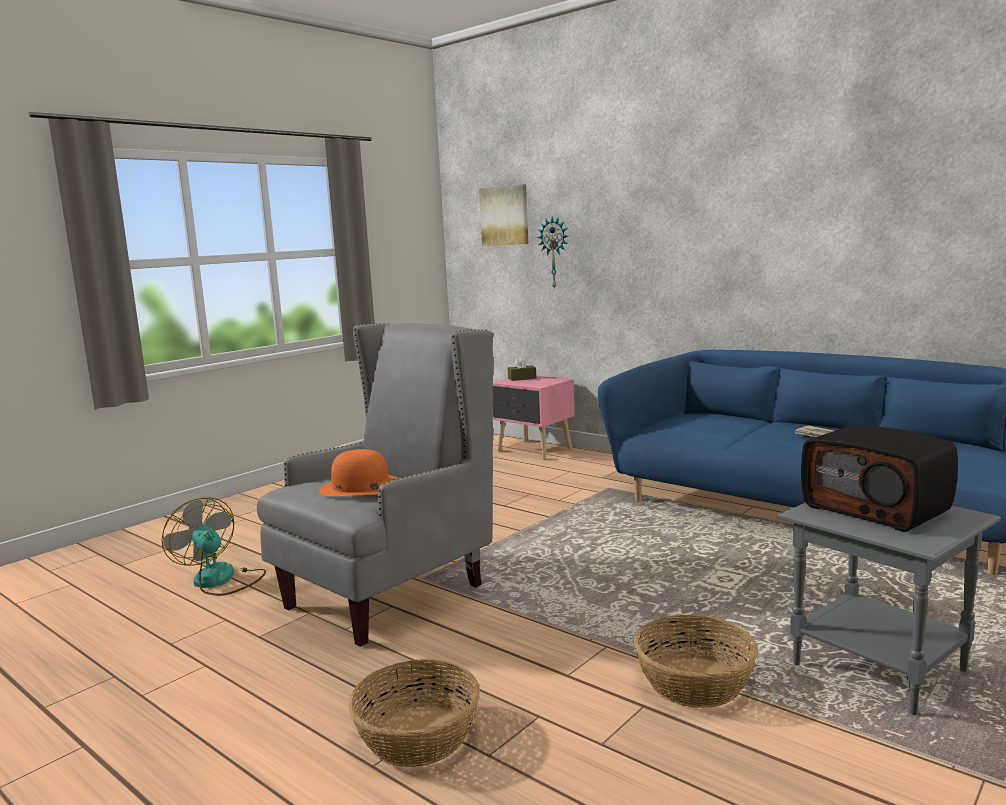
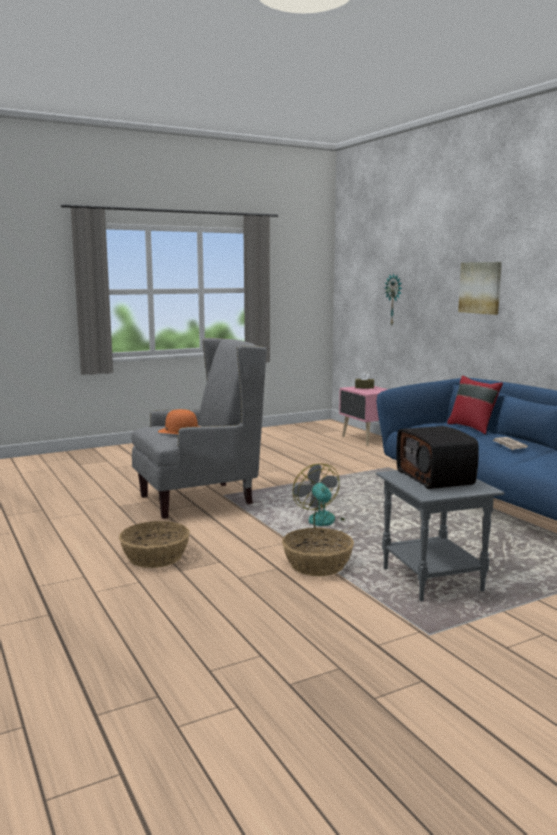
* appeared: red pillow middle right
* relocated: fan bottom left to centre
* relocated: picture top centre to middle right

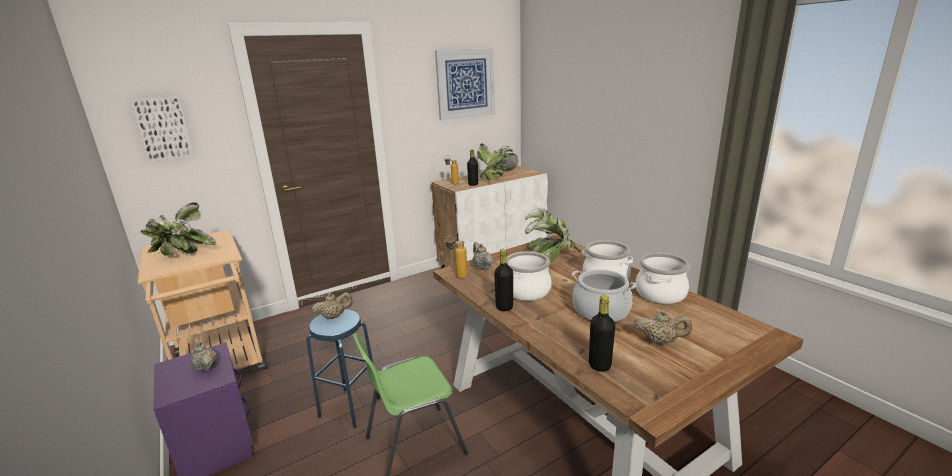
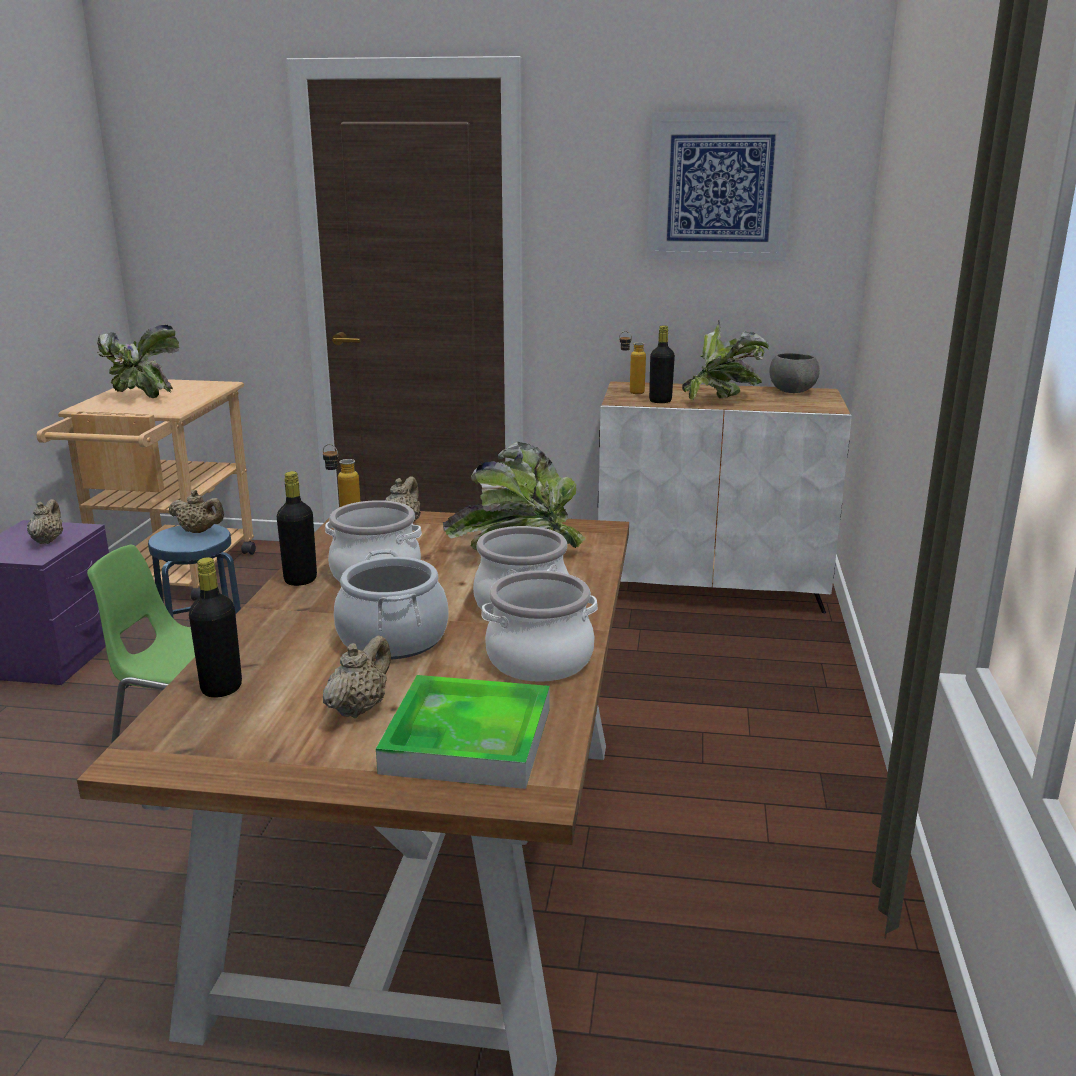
* missing: picture (no. 1 from left) top left
* appeared: tray bottom centre
* spun: beige teapot (no. 4 from left in the first image) bottom right = middle left 120 degrees counterclockwise

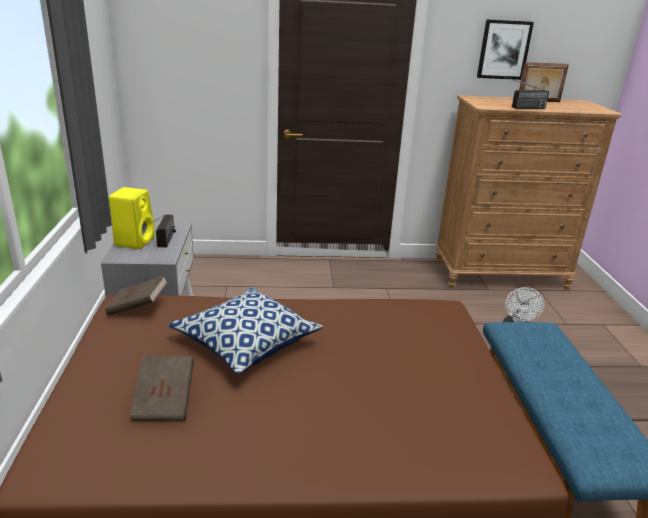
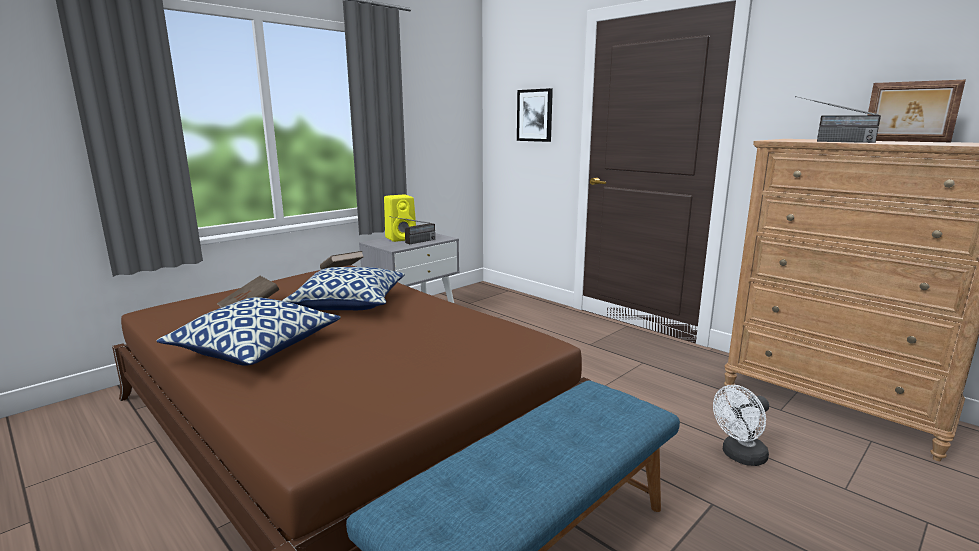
* appeared: pillow (no. 1 from left) middle left
* relocated: picture top right to top centre

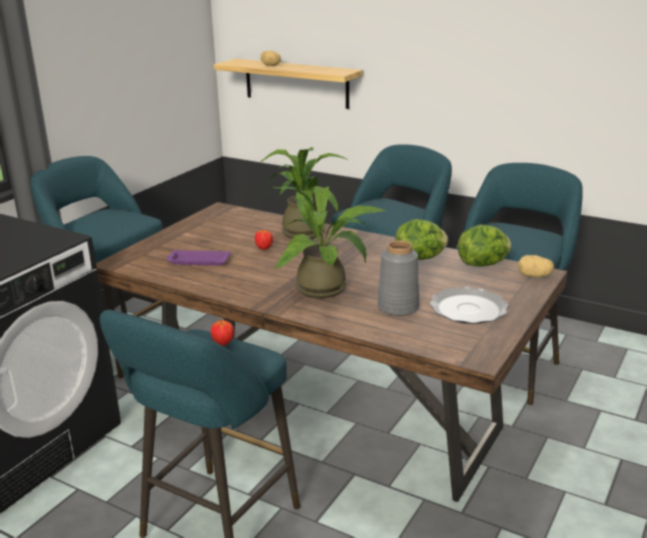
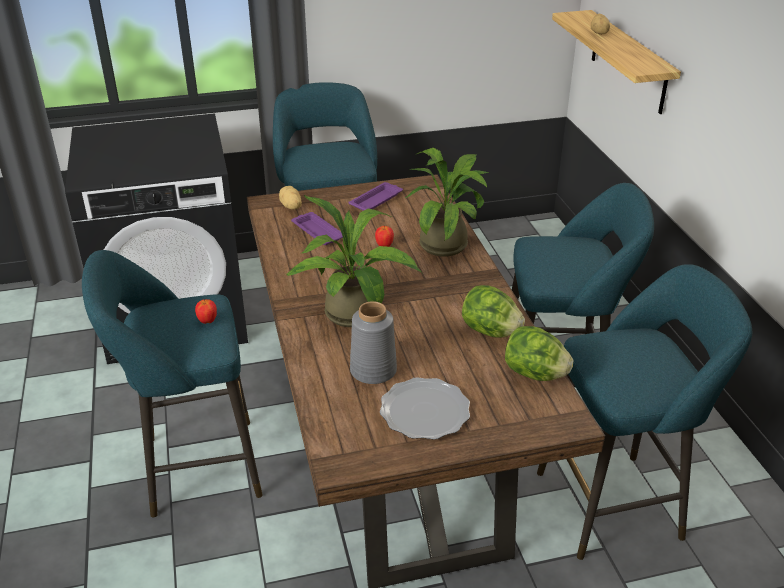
* appeared: purple tray (no. 2 from left) centre
* relocated: potato (no. 2 from left in the first image) middle right to potato (no. 1 from left) centre

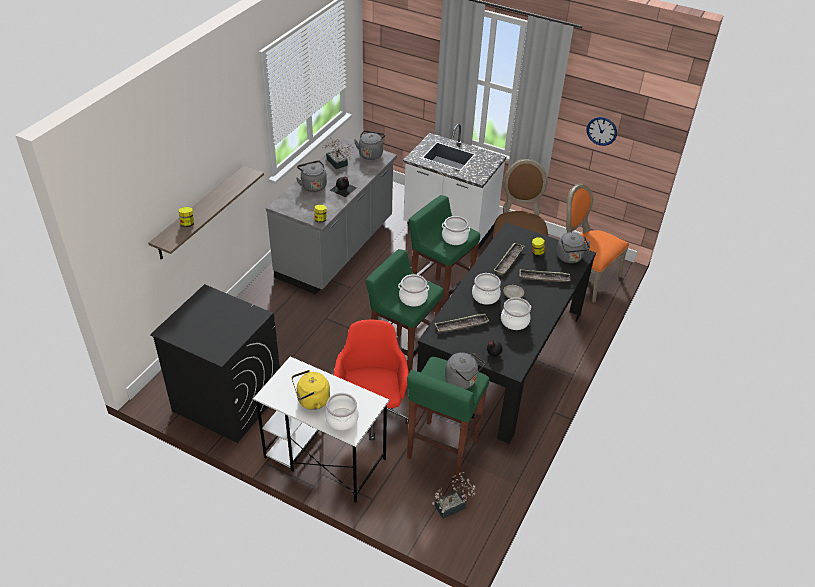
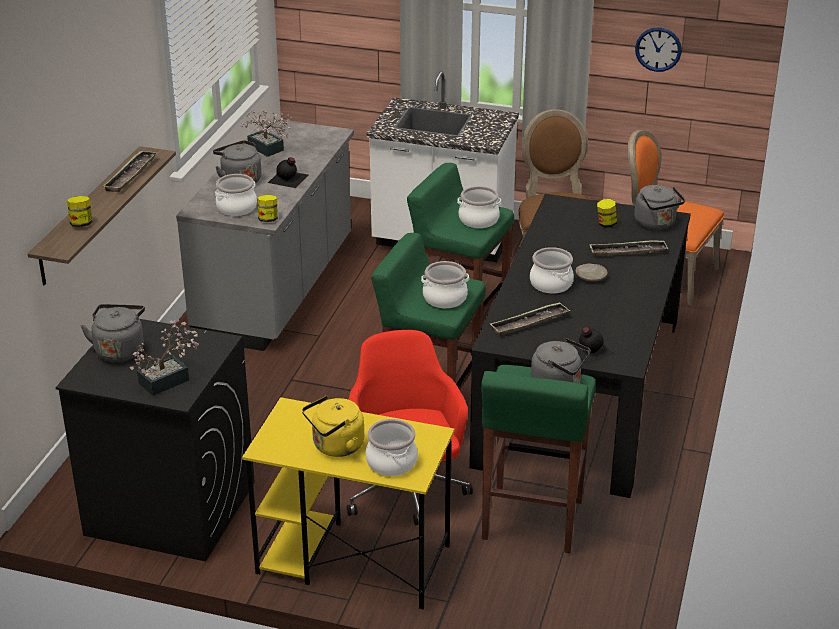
* relocated: grey kettle (no. 2 from left in the first image) top centre to grey kettle (no. 1 from left) middle left
* relocated: potted plant (no. 2 from left in the first image) bottom centre to potted plant (no. 1 from left) middle left
* relocated: tray (no. 2 from left in the first image) centre to tray (no. 1 from left) top left
* relocated: cooking pot (no. 5 from left in the first image) centre to cooking pot (no. 1 from left) top left
* colour: white desk bottom centre to yellow desk bottom centre

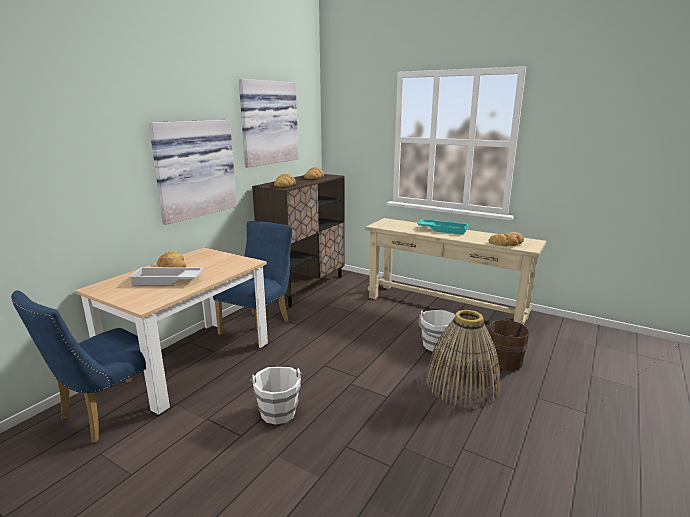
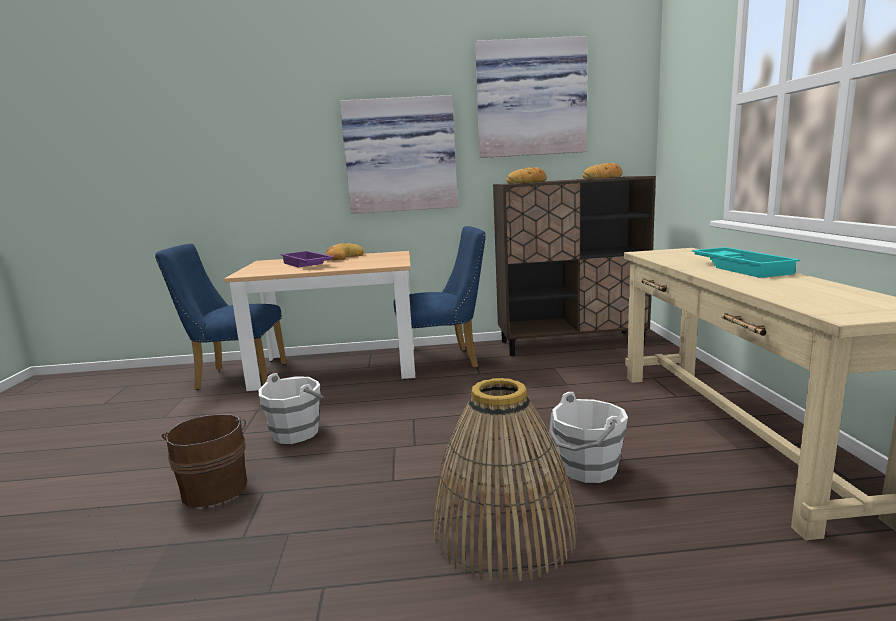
* missing: bread (no. 4 from left) middle right
* relocated: brown bucket middle right to bottom left
* colour: white tray middle left to purple tray centre

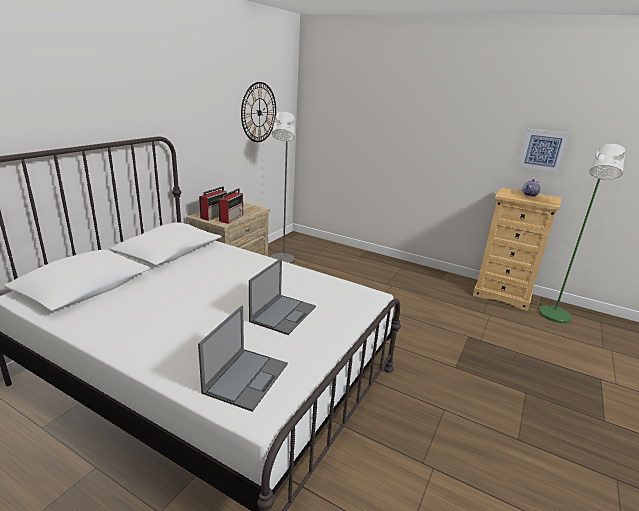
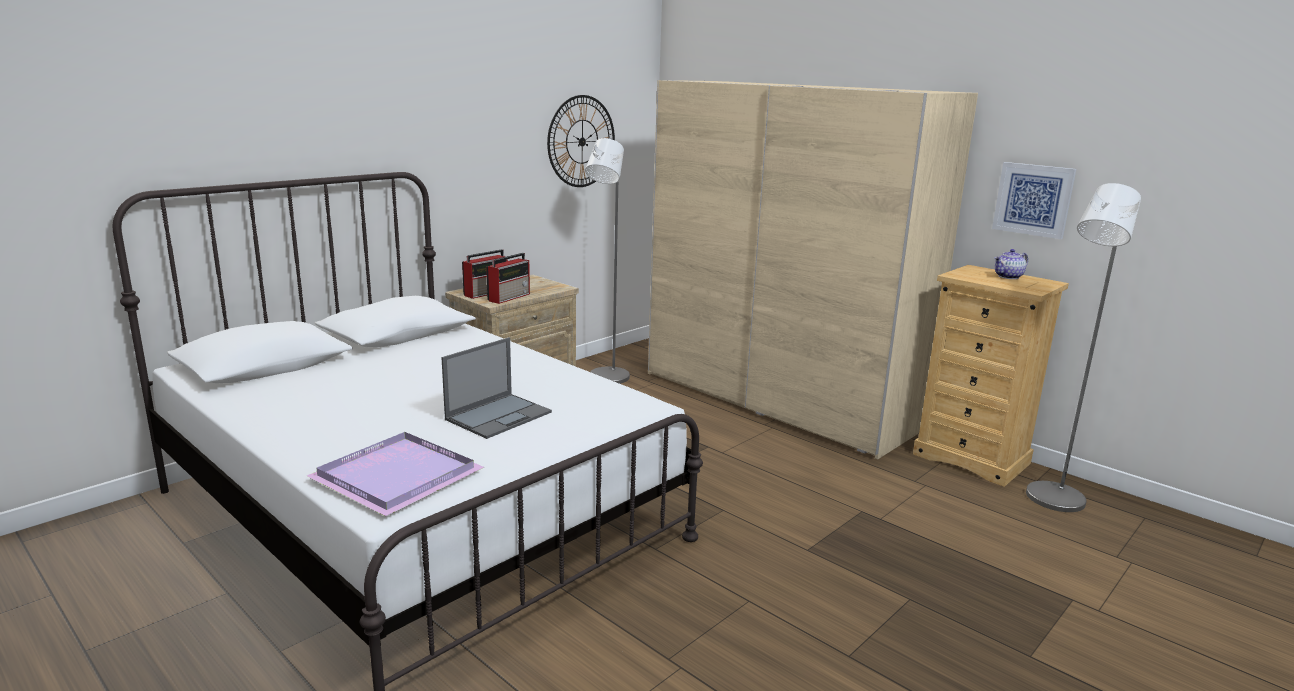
* appeared: beige wardrobe centre
* exchanged: laptop (no. 1 from left) bottom centre to purple tray bottom left
* colour: green floor lamp middle right to grey floor lamp (no. 2 from left) middle right

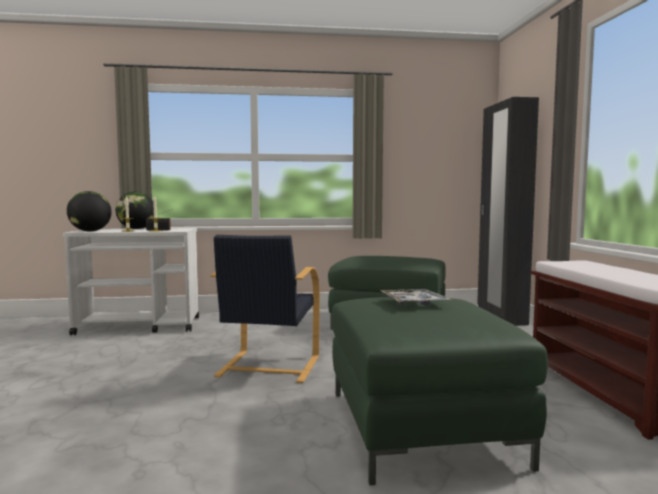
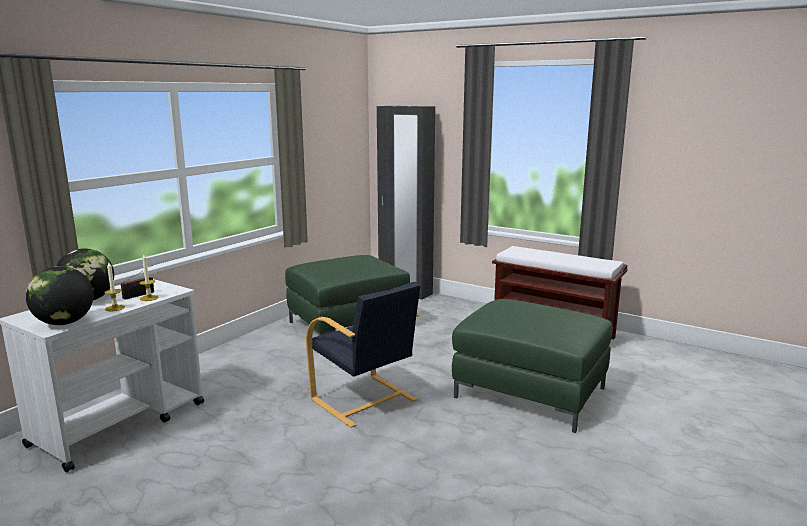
* missing: tray centre

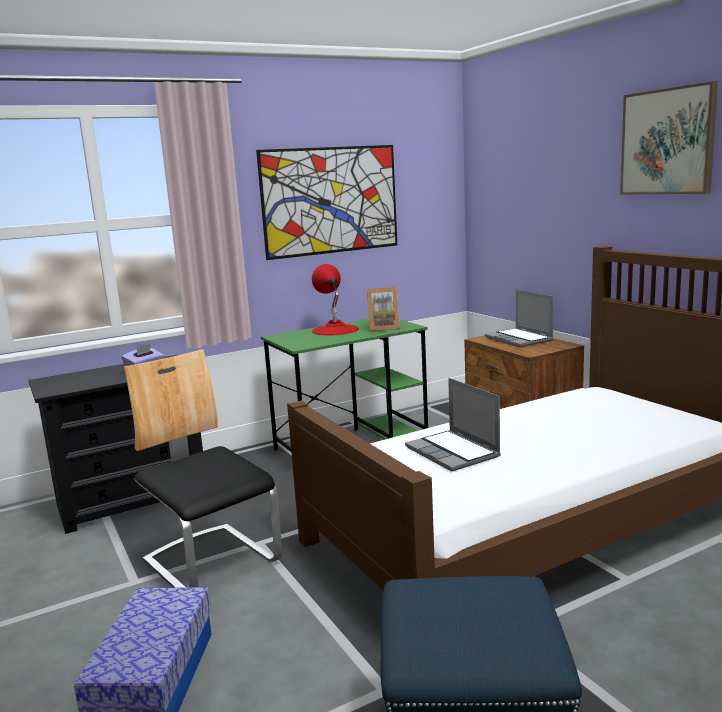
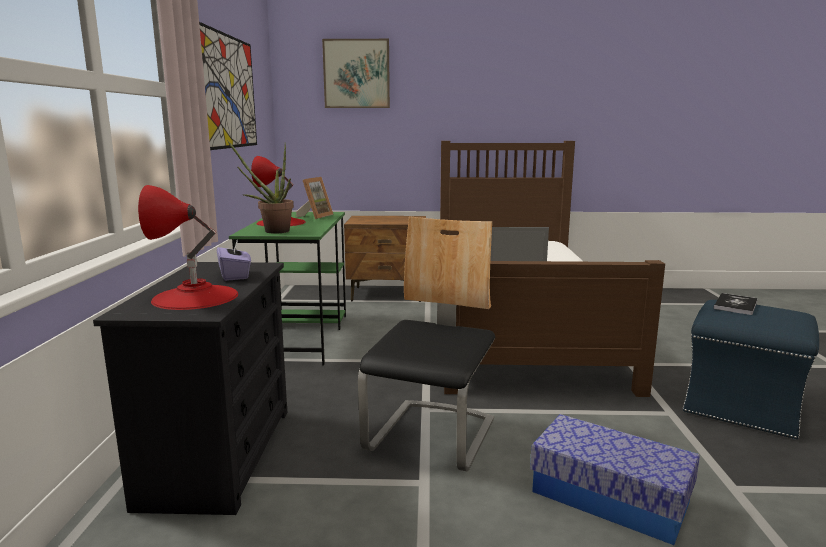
* missing: laptop (no. 2 from left) middle right
* appeared: red table lamp (no. 1 from left) middle left
* appeared: potted plant middle left
* appeared: book middle right
* relocated: picture (no. 2 from left) top right to top centre
* spun: chair middle left = centre 120 degrees clockwise

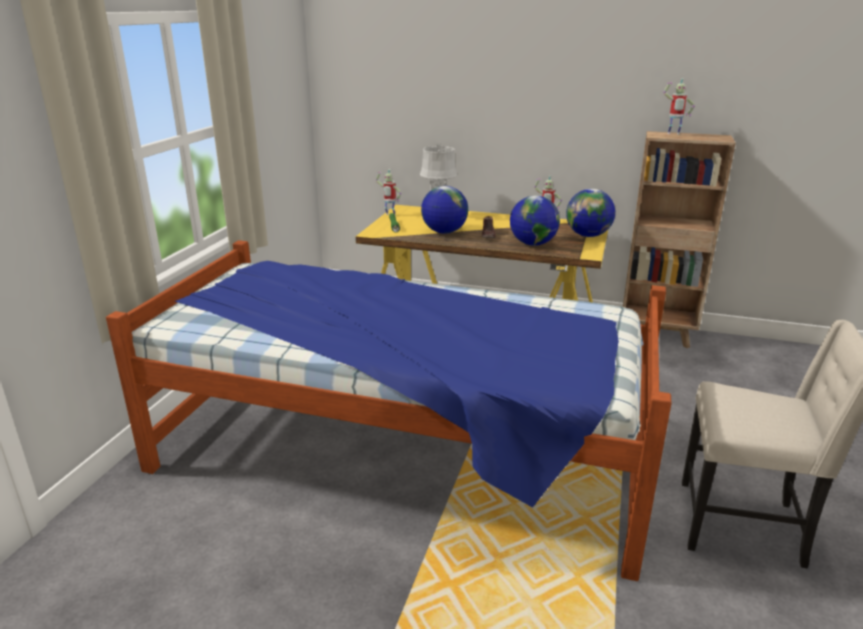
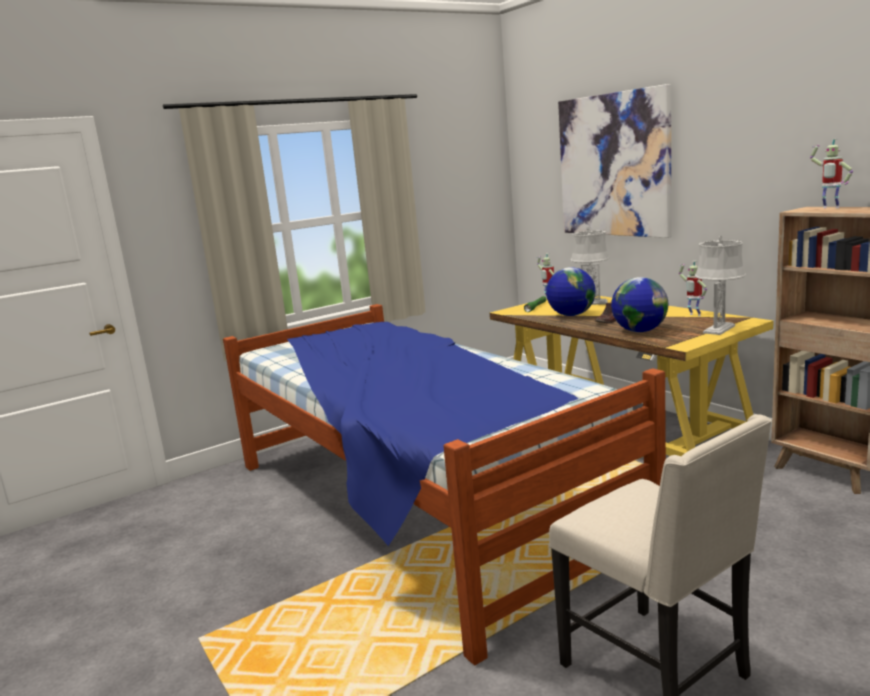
* appeared: picture top right
* exchanged: globe (no. 3 from left) middle right to grey table lamp (no. 2 from left) middle right

